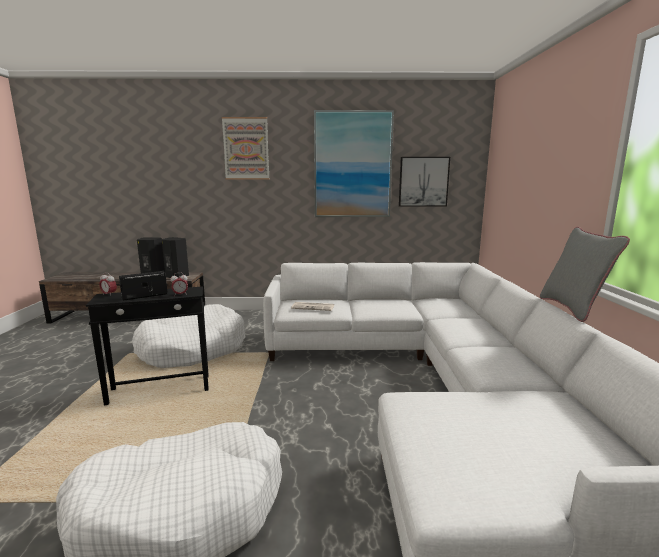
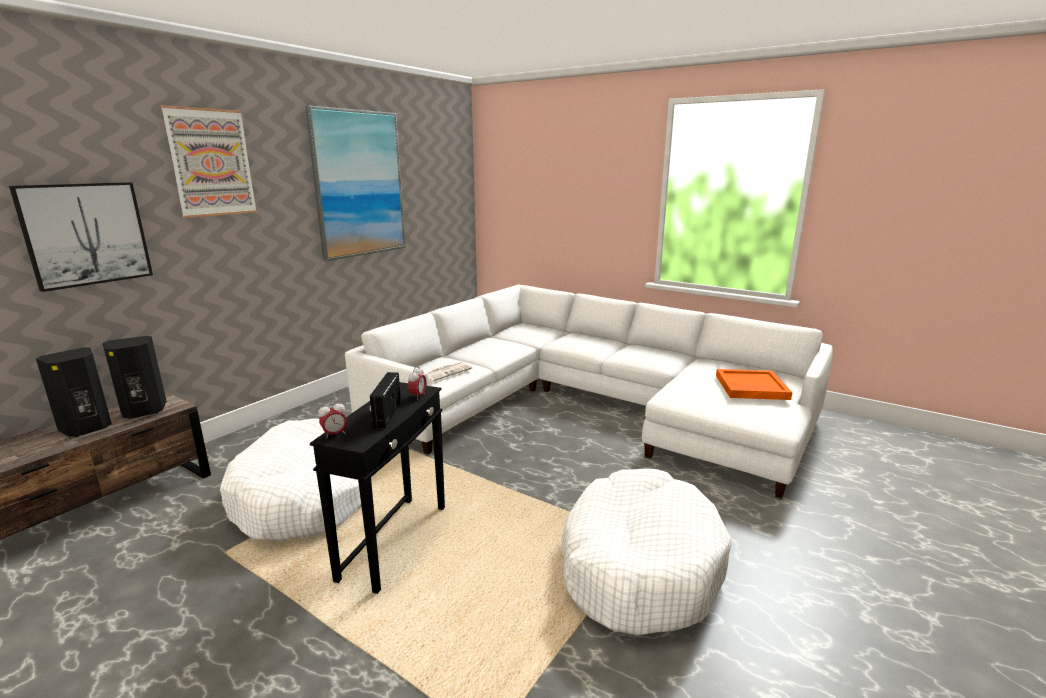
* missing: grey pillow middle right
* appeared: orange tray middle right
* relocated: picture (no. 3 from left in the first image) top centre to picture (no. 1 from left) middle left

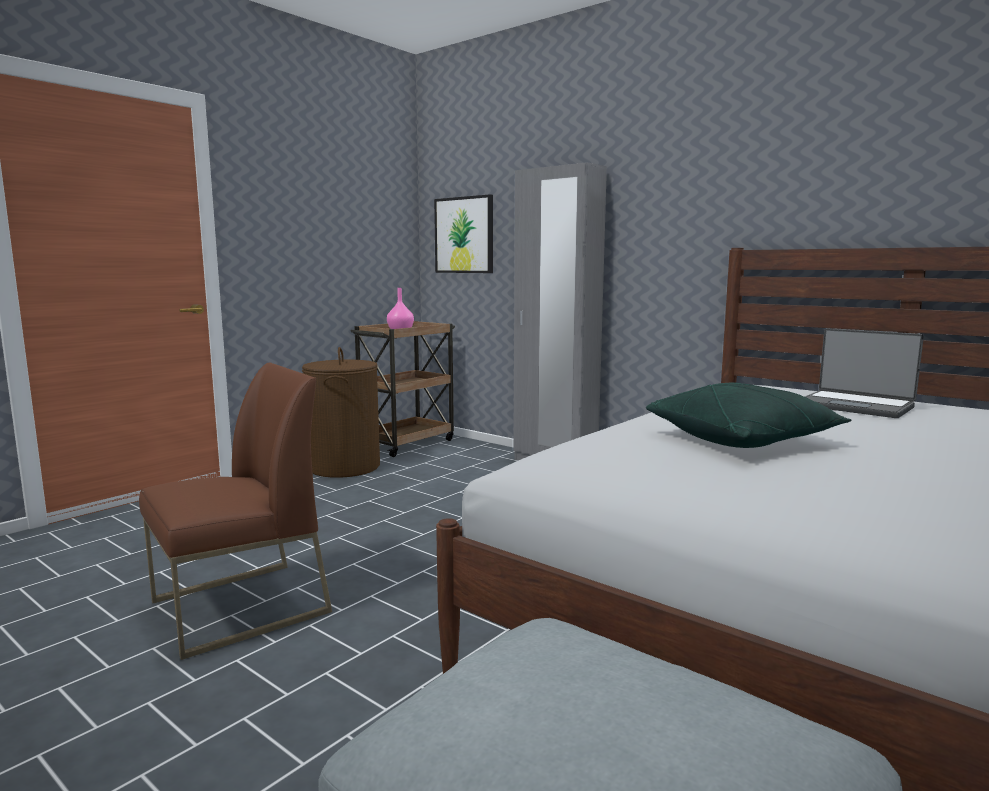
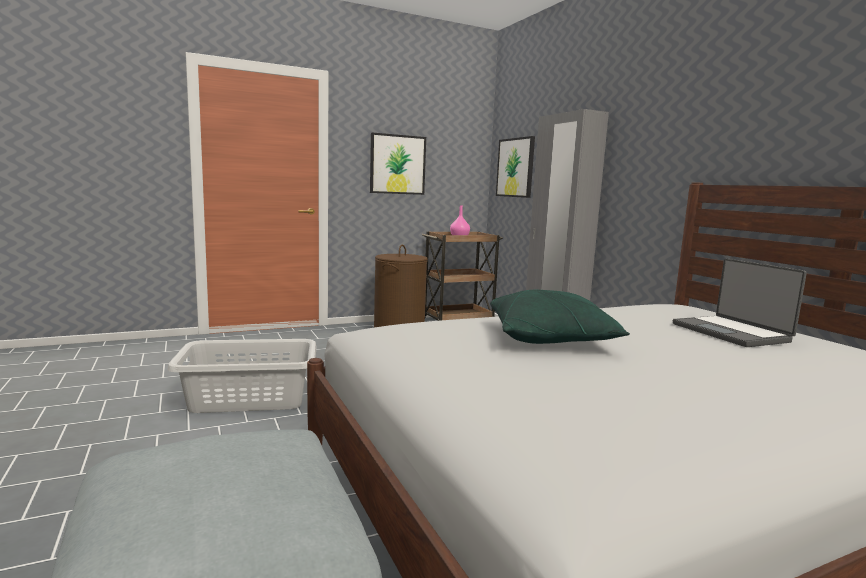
* appeared: picture (no. 1 from left) top centre
* exchanged: brown chair middle left to grey laundry basket middle left

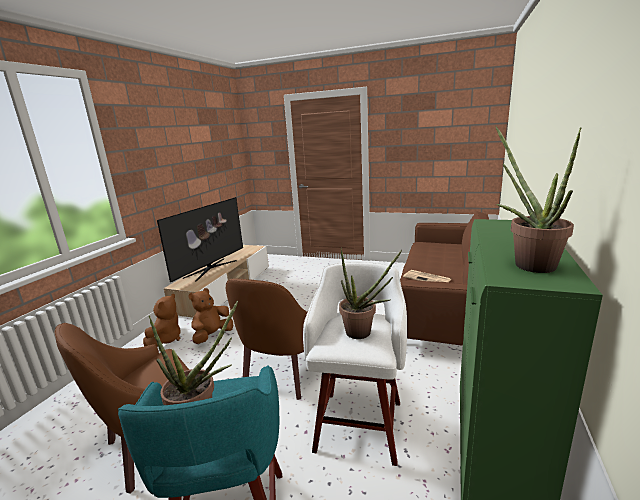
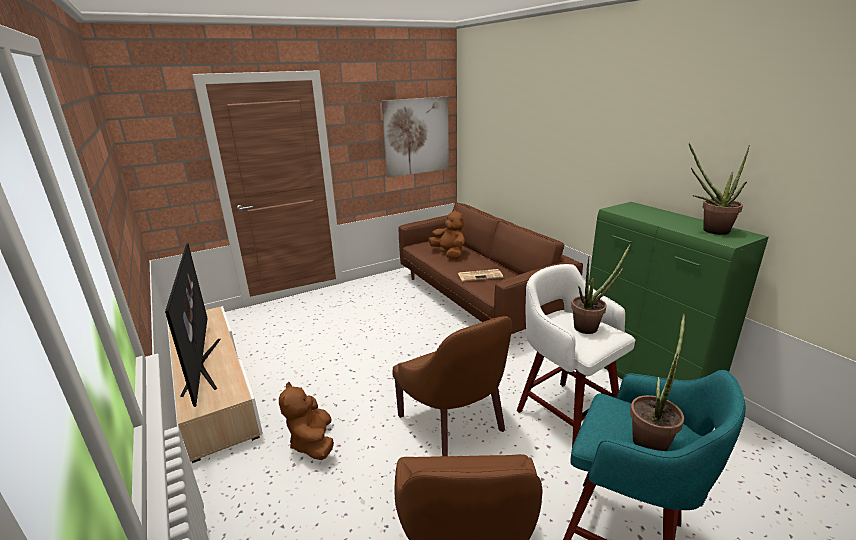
* appeared: picture top centre
* relocated: brown plush toy (no. 1 from left in the first image) middle left to brown plush toy (no. 2 from left) centre

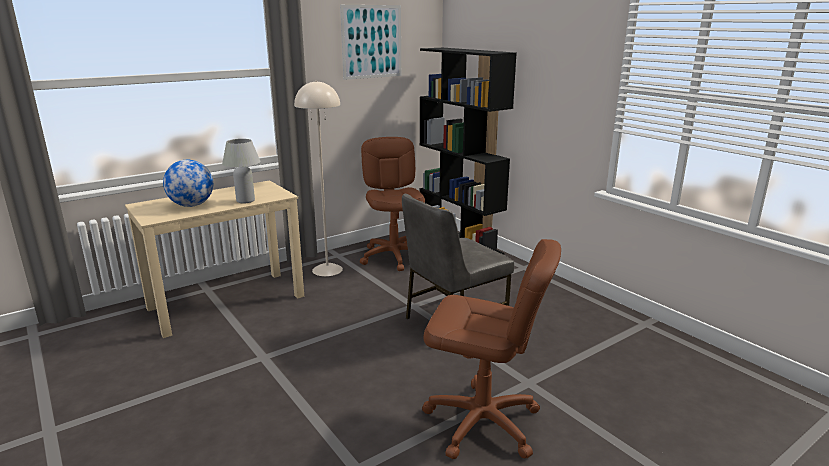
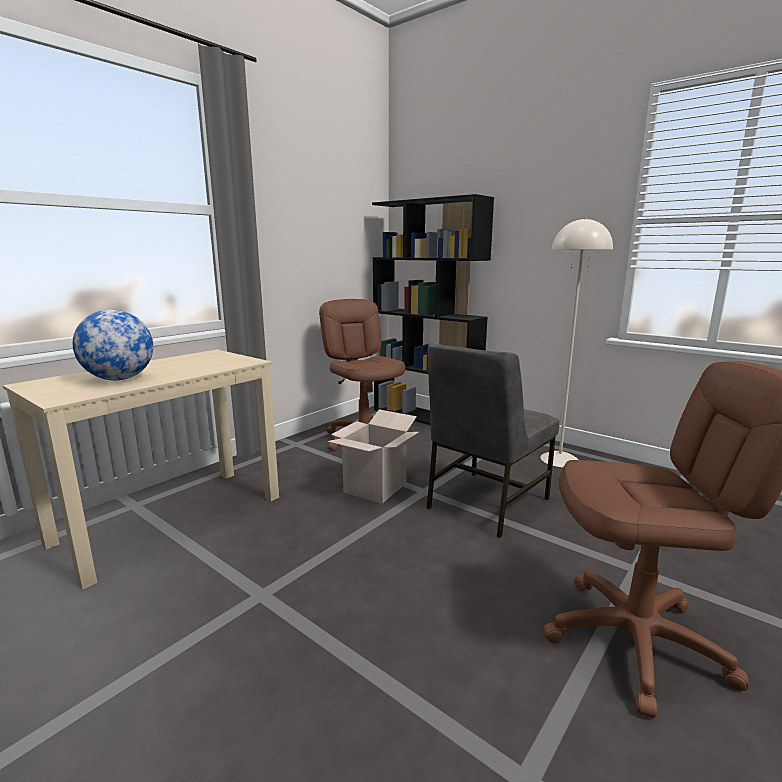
* missing: white table lamp middle left
* missing: picture top centre
* appeared: cardboard box centre
* relocated: beige floor lamp centre to middle right

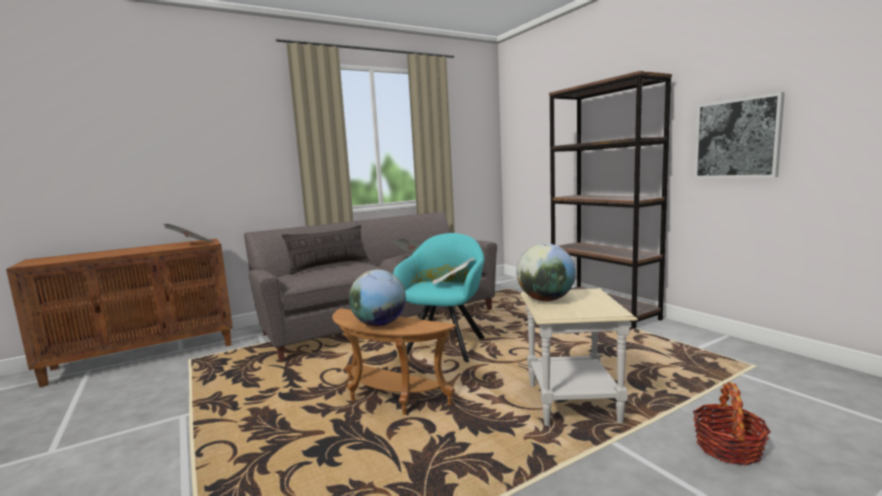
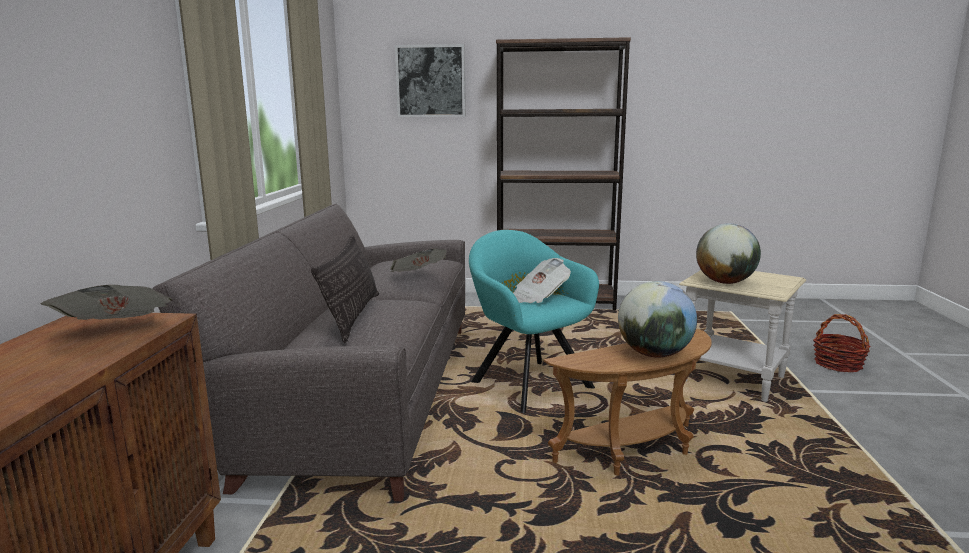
* relocated: picture top right to top centre

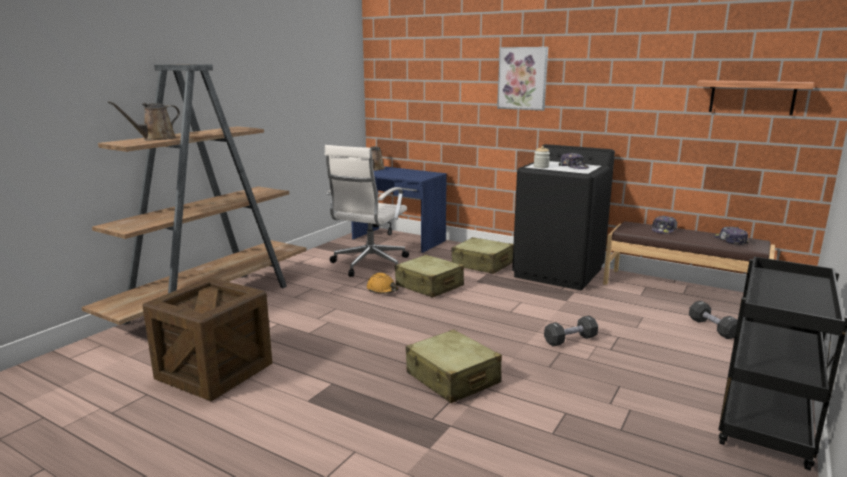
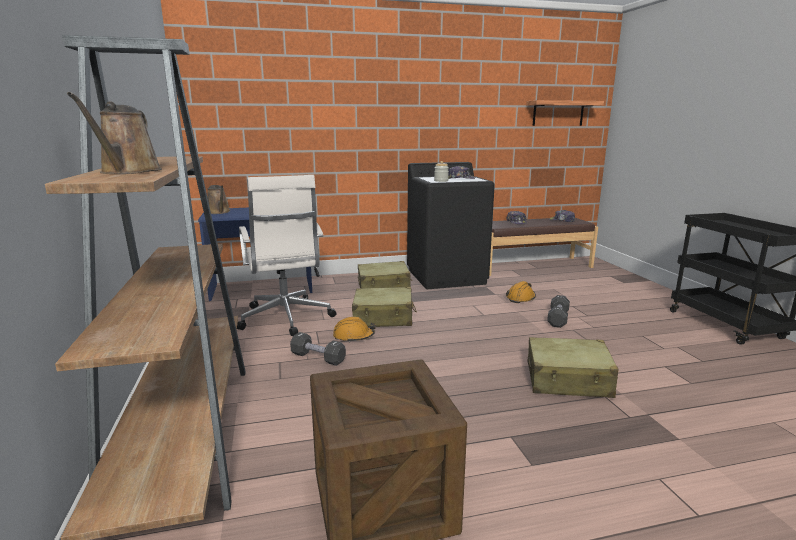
* missing: picture top centre
* appeared: orange hard hat (no. 2 from left) centre
* relocated: black dumbbell (no. 2 from left in the first image) bottom right to black dumbbell (no. 1 from left) centre

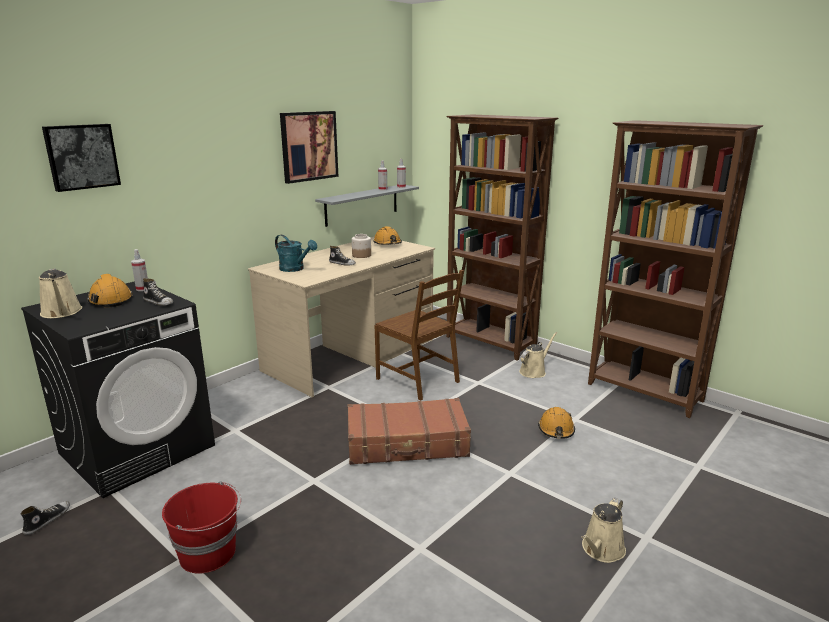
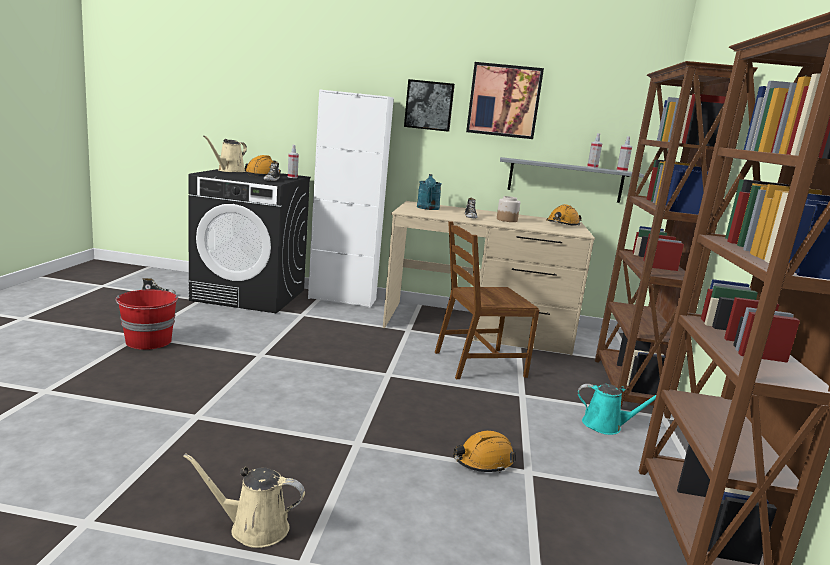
* missing: brown suitcase bottom centre
* appeared: white cabinet centre
* relocated: picture (no. 1 from left) top left to top centre
* colour: beige watering can (no. 2 from left) centre to turquoise watering can (no. 2 from left) bottom right
* spun: brown chair centre = centre 60 degrees clockwise

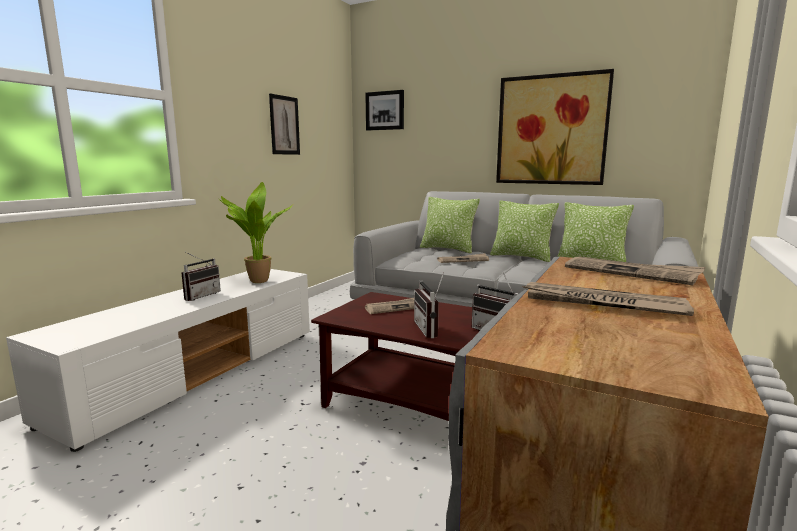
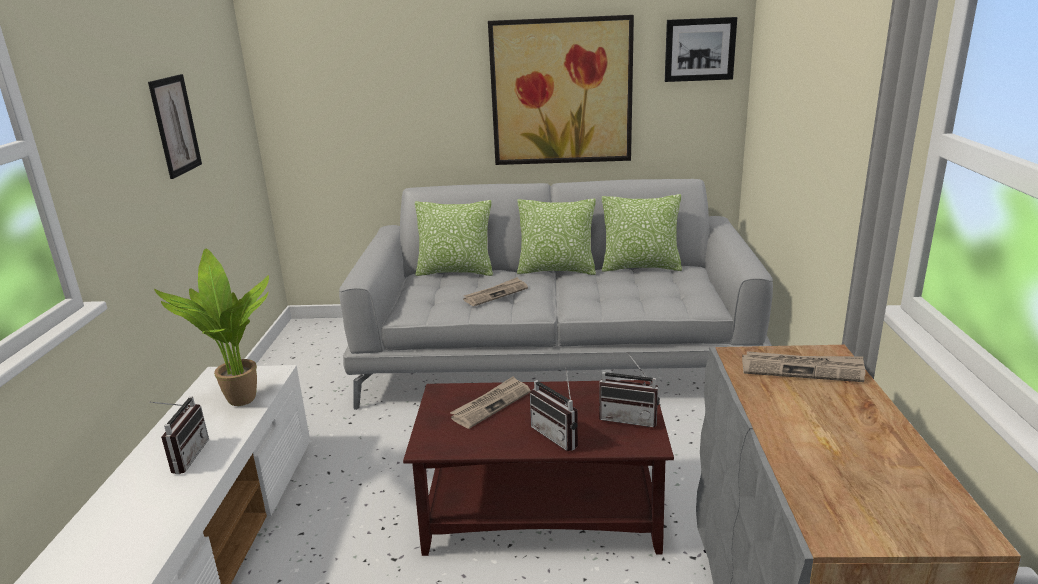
* missing: newspaper (no. 3 from left) middle right
* relocated: picture (no. 2 from left in the first image) top centre to picture (no. 3 from left) top right

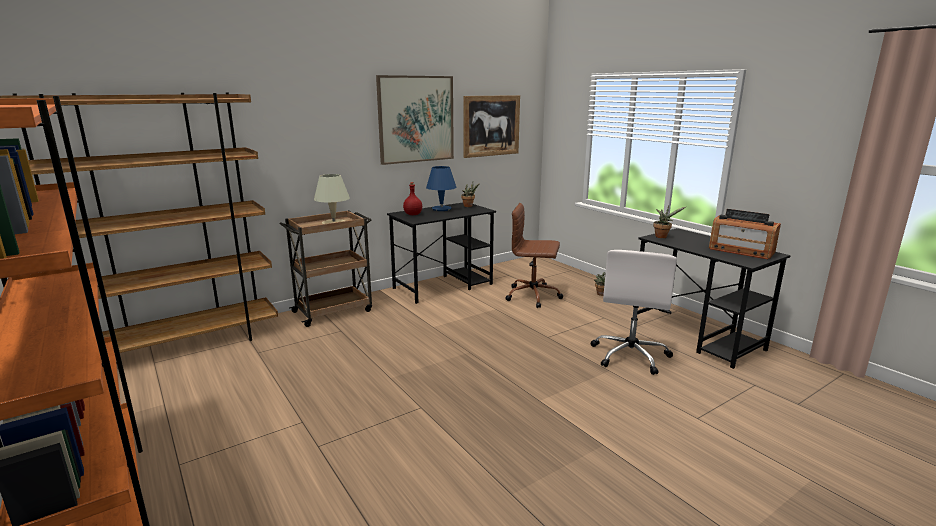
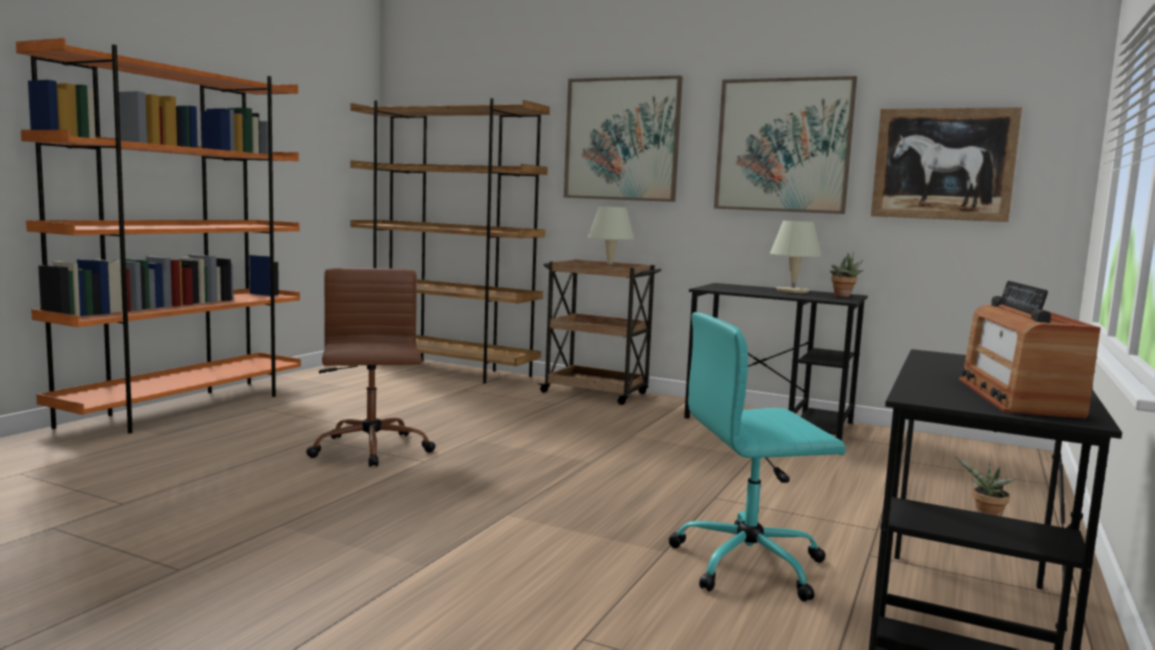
* missing: red bottle centre
* missing: potted plant (no. 3 from left) middle right
* appeared: picture (no. 1 from left) top centre
* relocated: brown office chair centre to middle left
* colour: blue table lamp centre to beige table lamp (no. 2 from left) middle right
* colour: white office chair middle right to turquoise office chair bottom centre

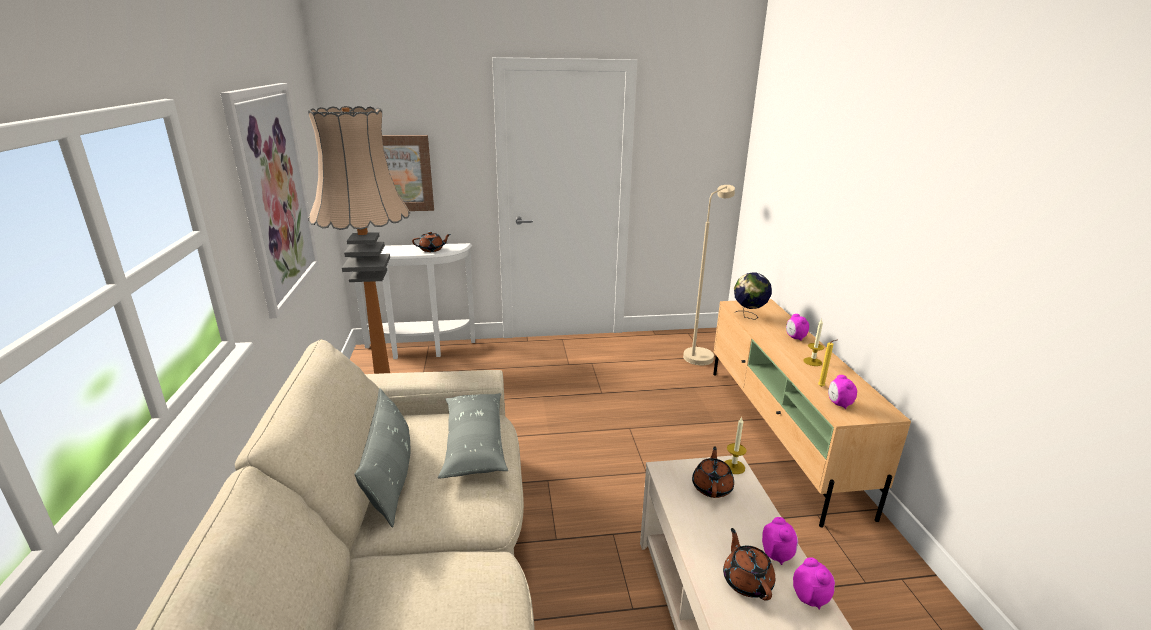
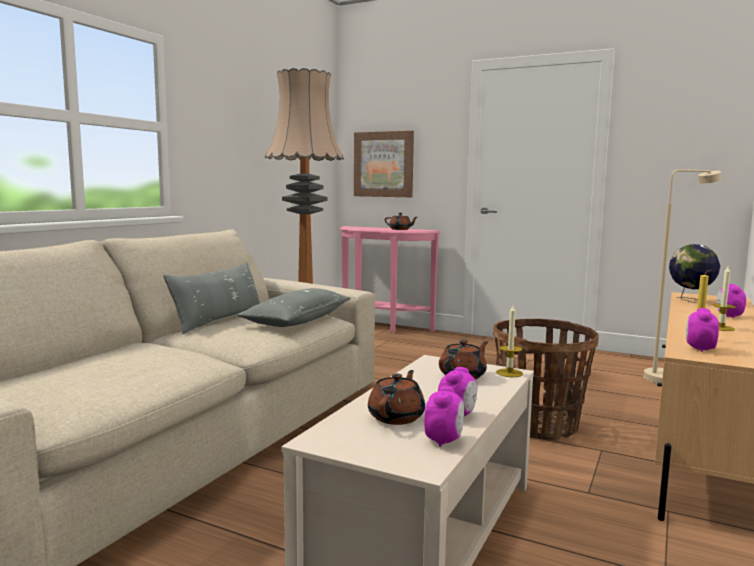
* missing: picture (no. 1 from left) top left
* appeared: basket bottom right
* colour: white console table centre to pink console table centre

